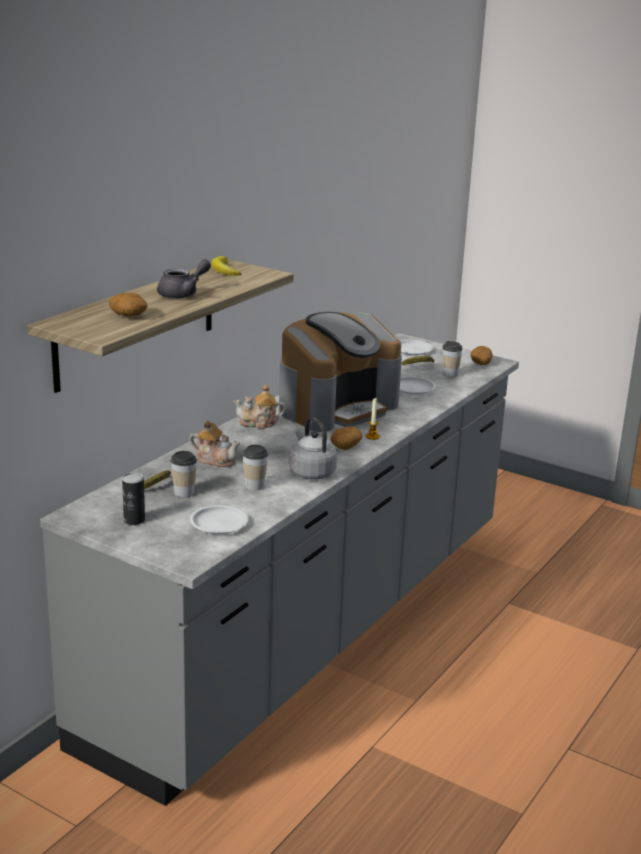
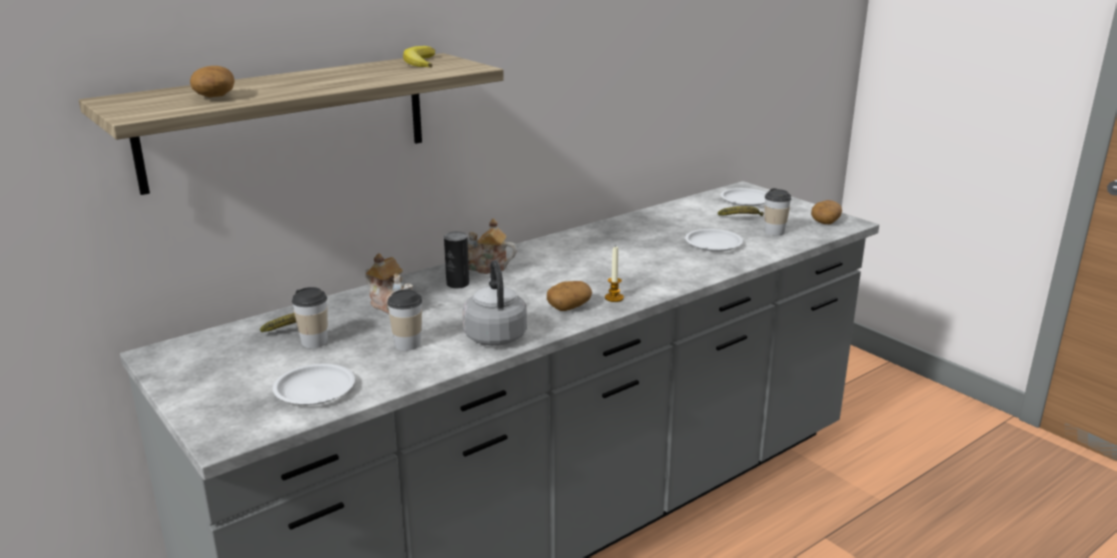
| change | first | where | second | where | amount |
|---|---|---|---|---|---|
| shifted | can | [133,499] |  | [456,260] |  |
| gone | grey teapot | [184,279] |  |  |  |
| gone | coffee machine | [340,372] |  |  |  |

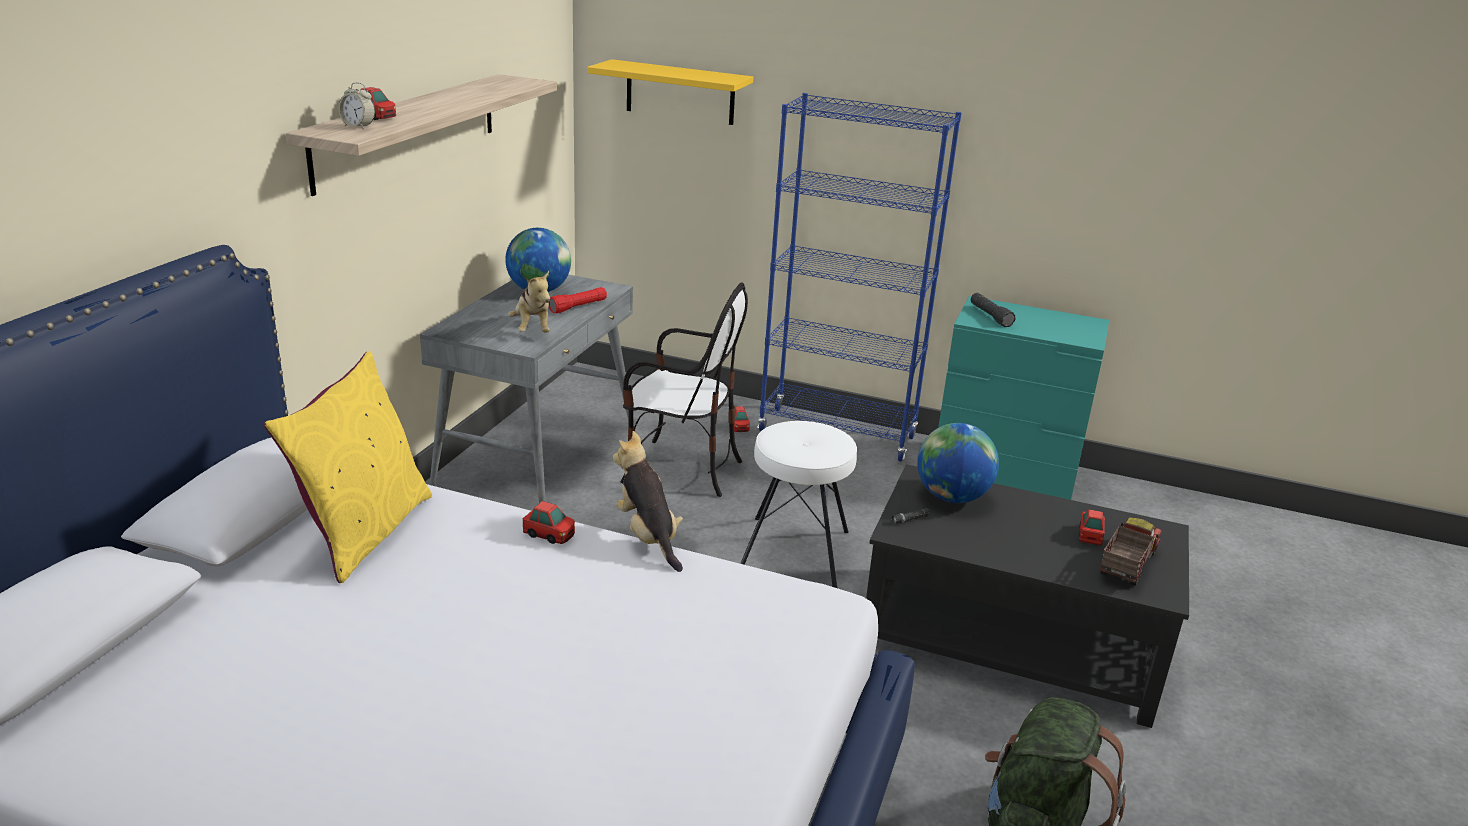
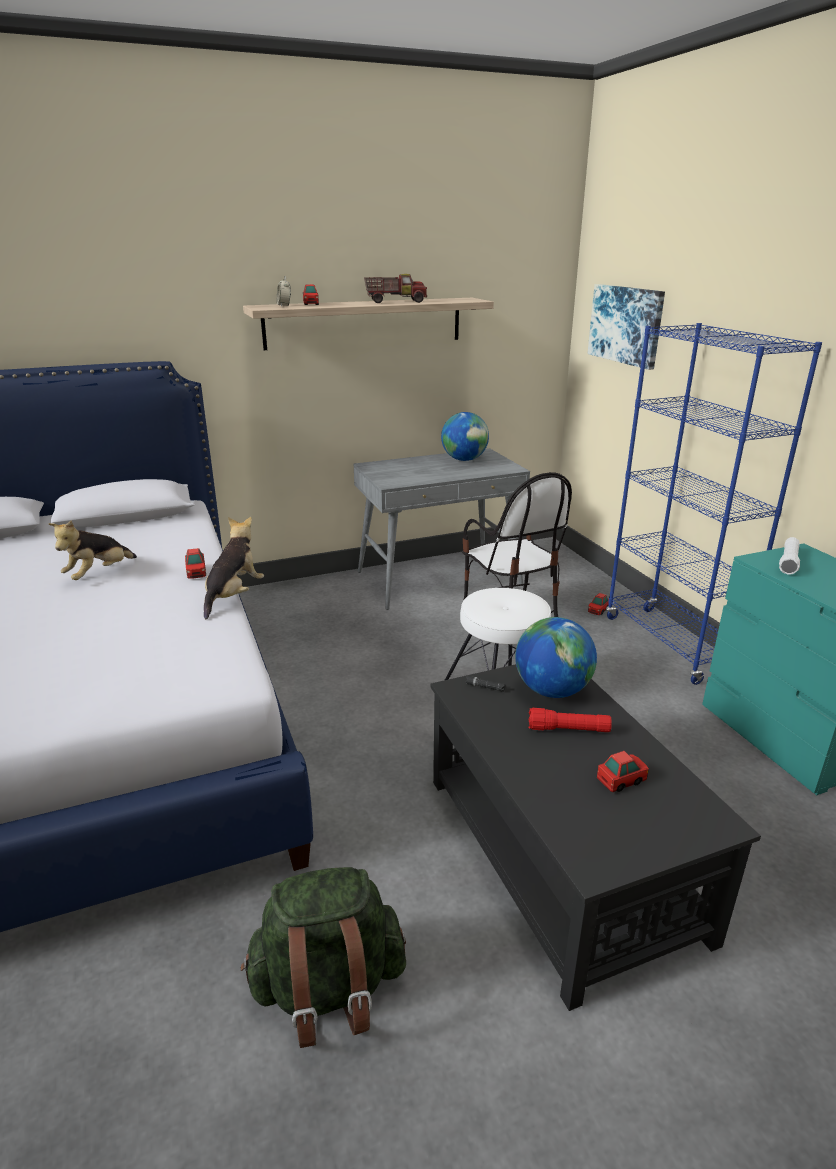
| change | first | where | second | where | amount |
|---|---|---|---|---|---|
| gone | yellow pillow | [348,467] |  |  |  |
| shifted | plush toy | [529,301] |  | [92,550] |  |
| shifted | red flashlight | [578,300] |  | [570,720] |  |
| swapped | yellow shelf | [670,92] | picture | [626,327] |  |
| repainted | black flashlight | [993,310] | white flashlight | [789,556] |  |
| shifted | toy truck | [1130,552] |  | [395,288] |  |

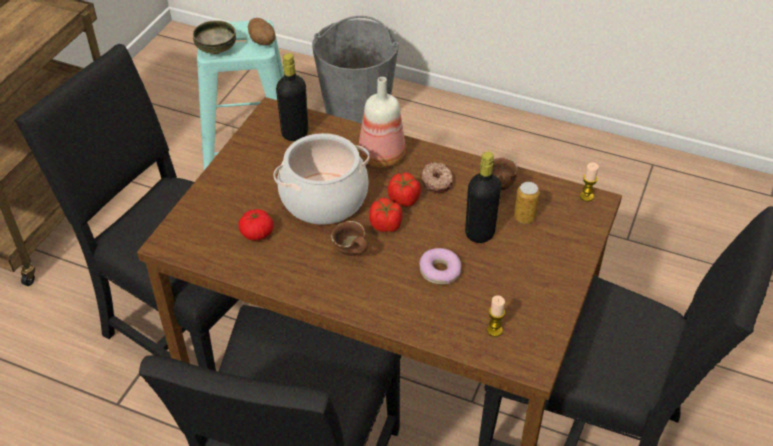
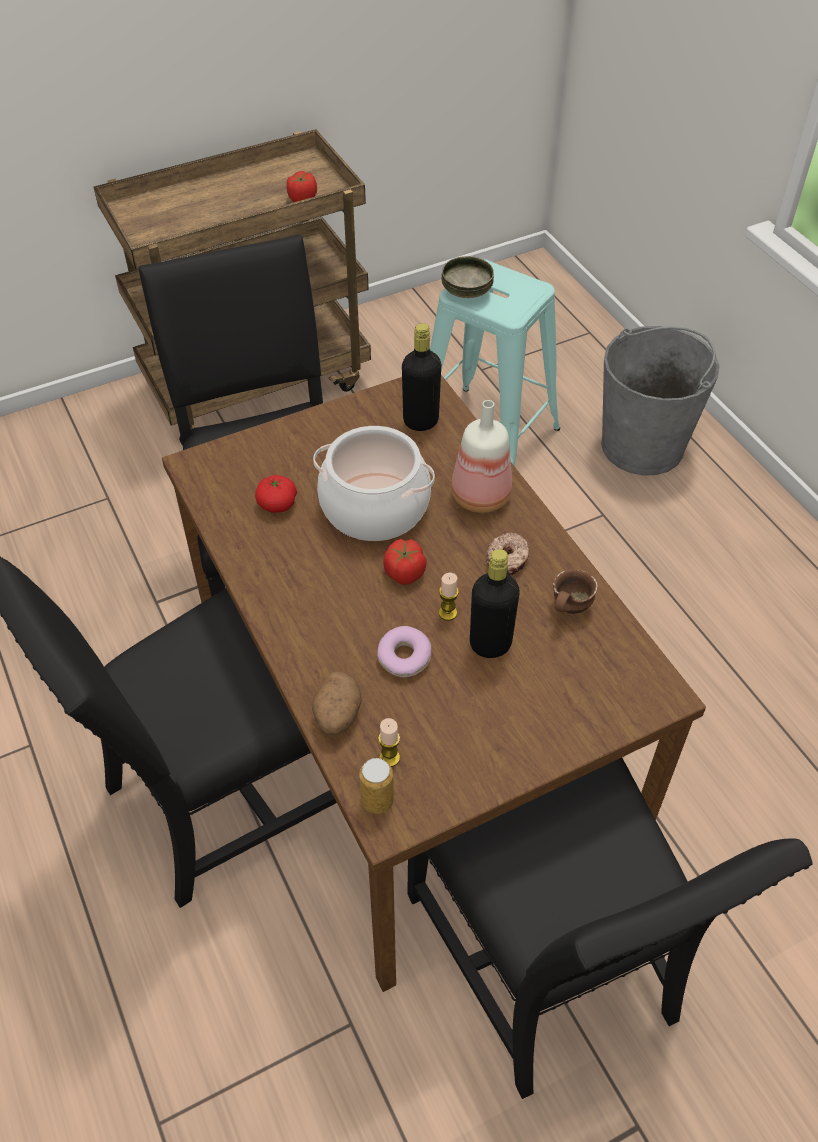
| change | first | where | second | where | amount |
|---|---|---|---|---|---|
| shifted | potato | [261,32] |  | [337,703] |  |
| gone | brown mug | [349,238] |  |  |  |
| shifted | tomato | [404,189] |  | [302,186] |  |
| shifted | can | [527,203] |  | [376,786] |  |
| shifted | candle | [589,181] |  | [448,597] |  |

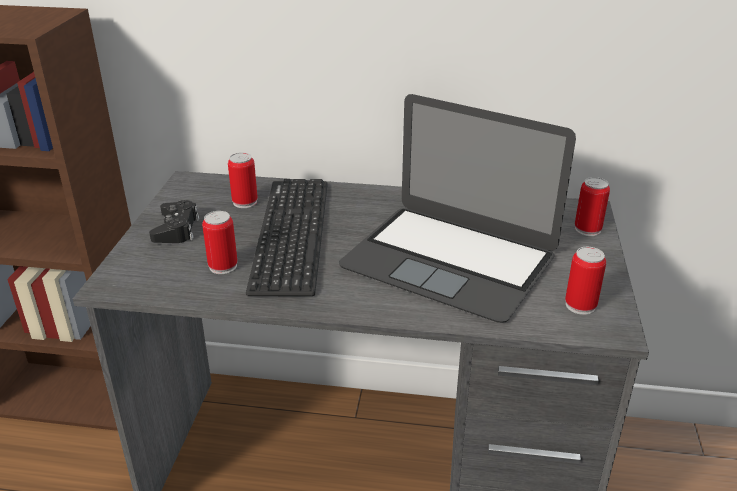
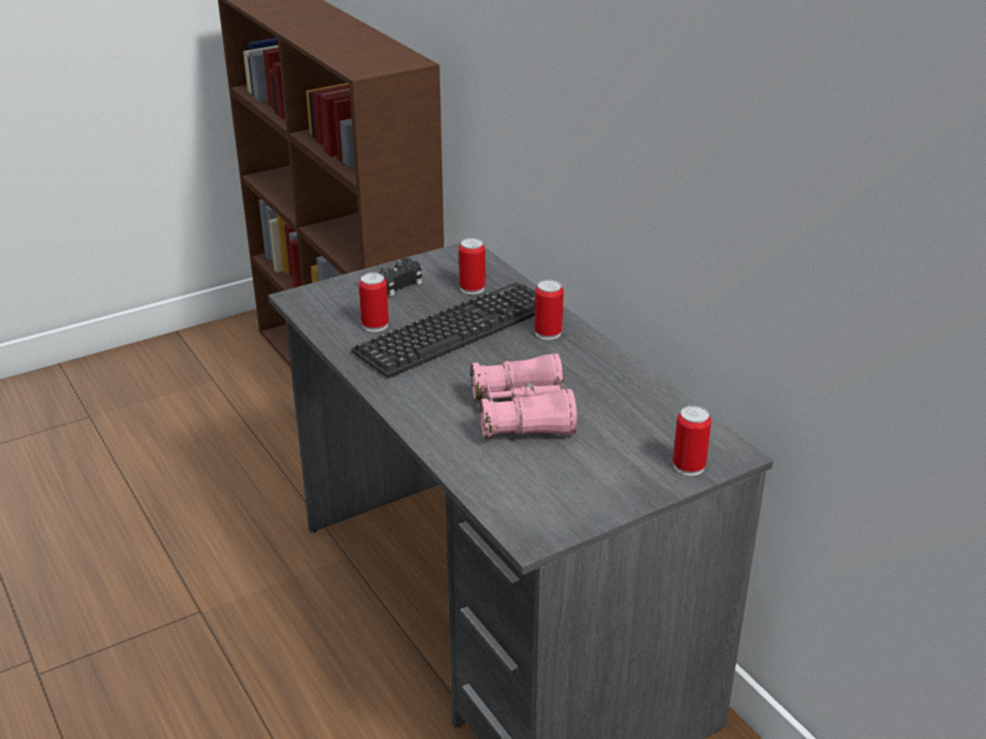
| change | first | where | second | where | amount |
|---|---|---|---|---|---|
| swapped | laptop | [457,208] | pink binoculars | [524,396] |  |
| shifted | can | [585,281] |  | [549,310] |  |

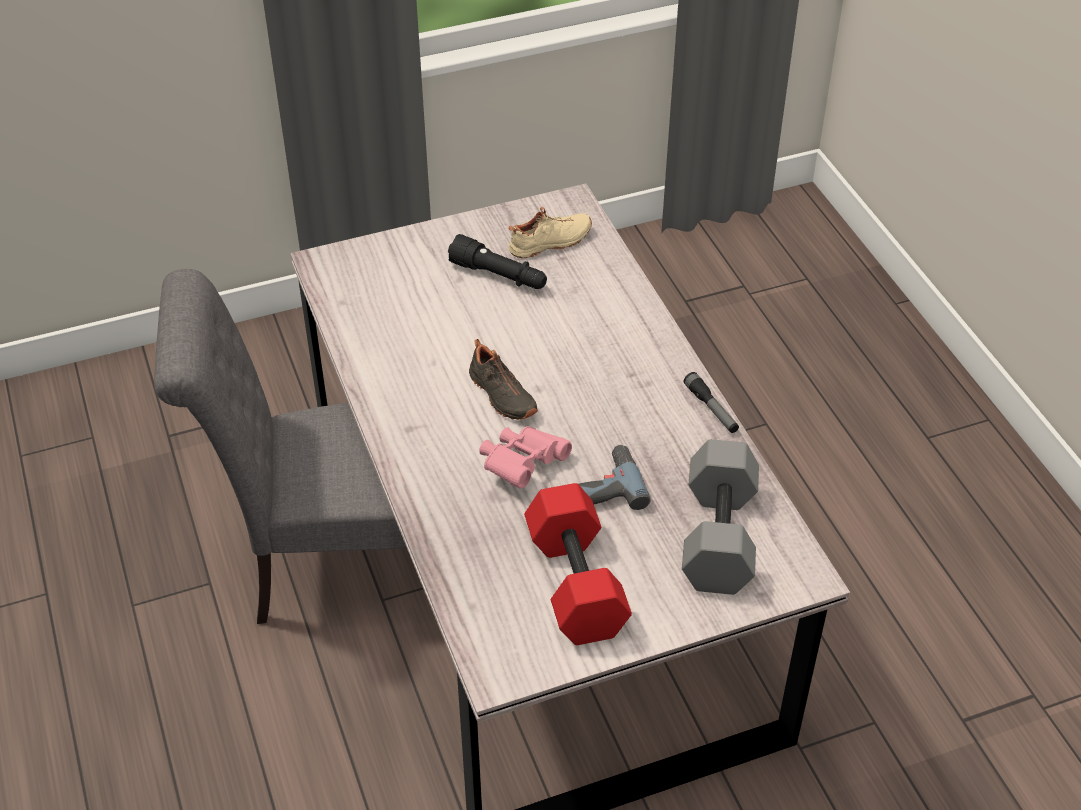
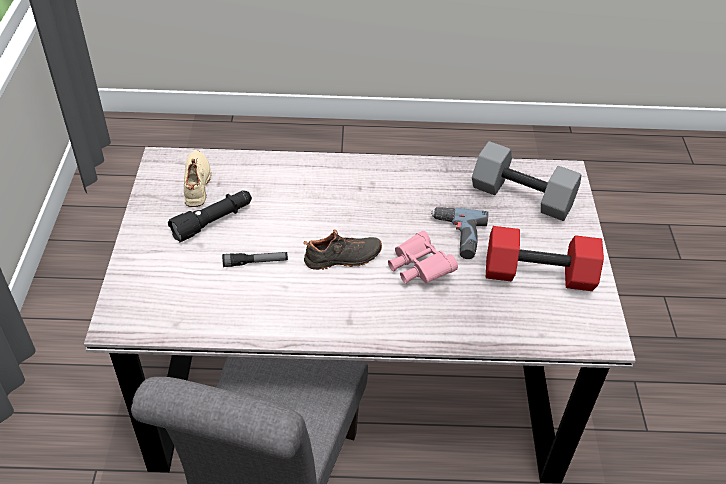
| change | first | where | second | where | amount |
|---|---|---|---|---|---|
| shifted | flashlight | [711,402] |  | [255,259] |  |

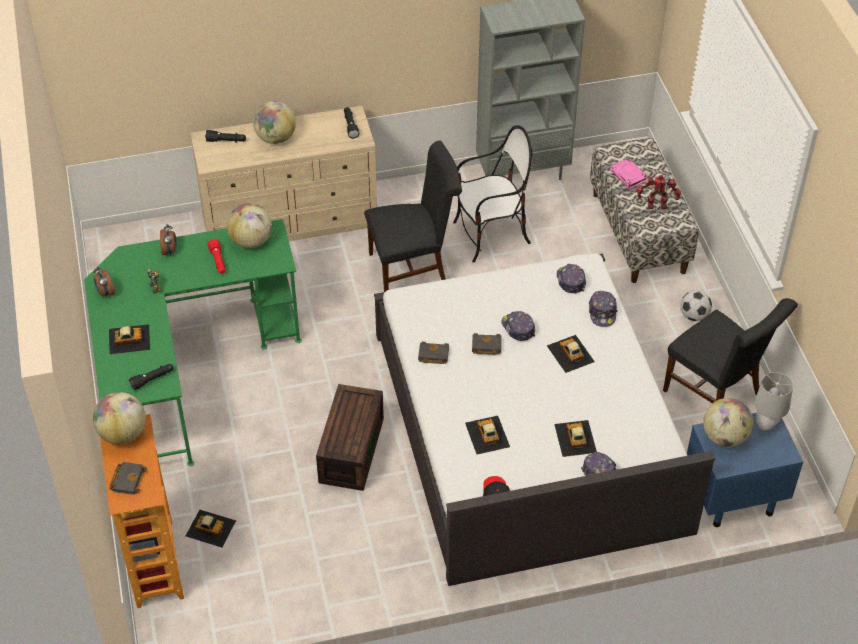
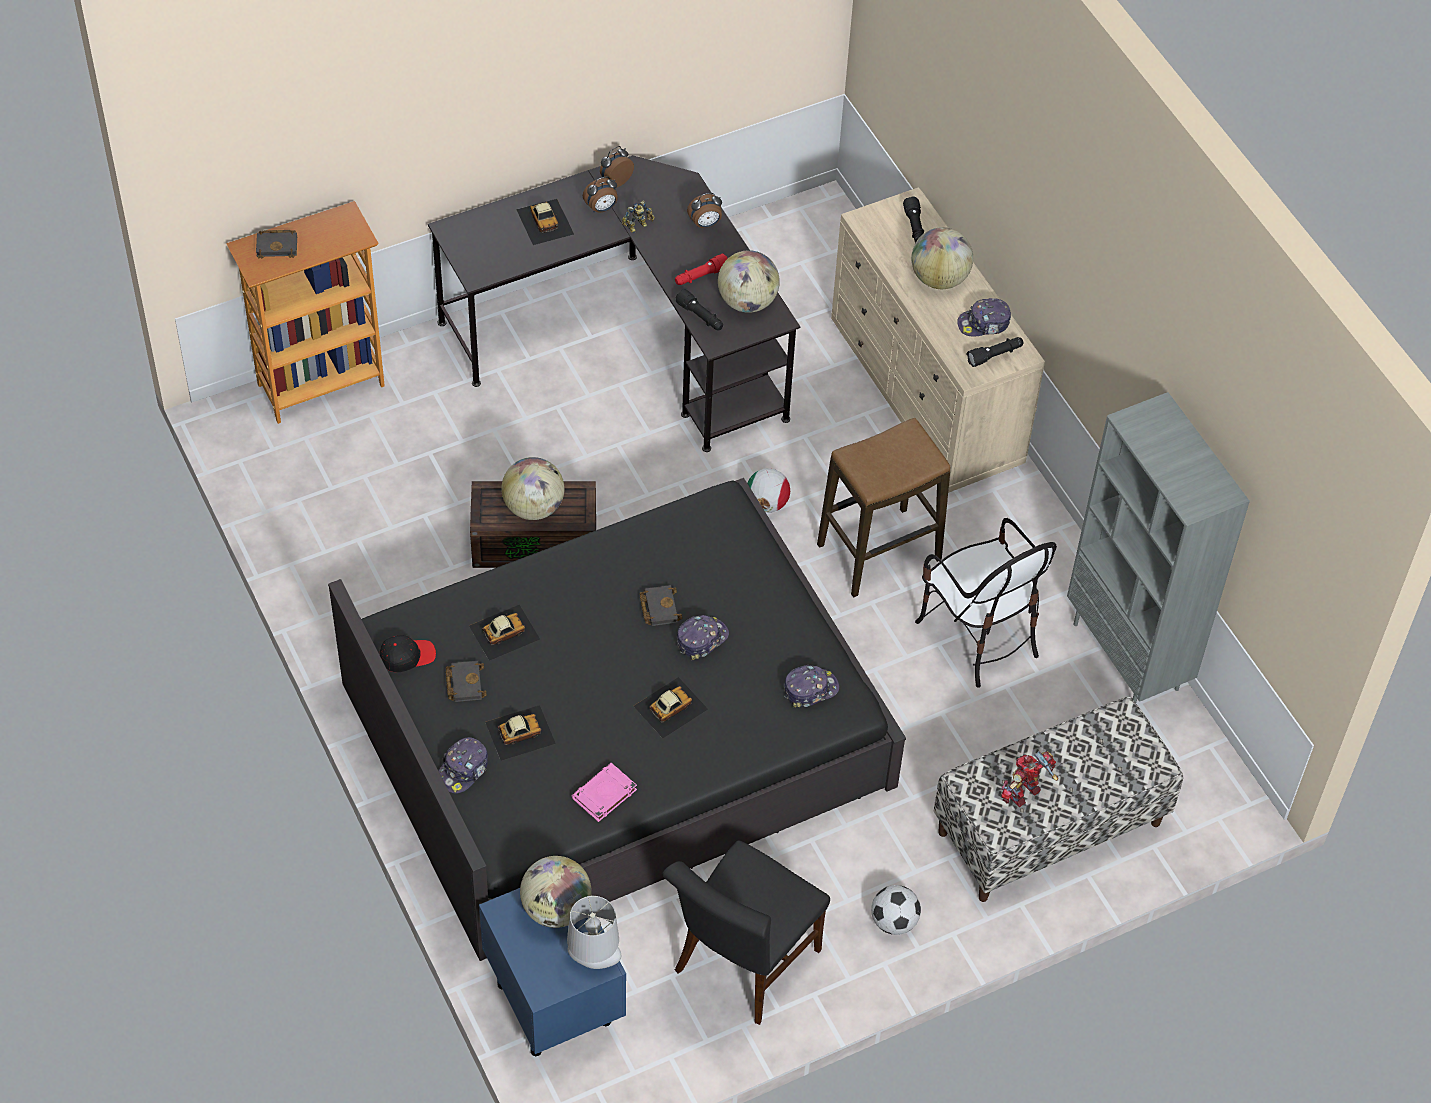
| change | first | where | second | where | amount |
|---|---|---|---|---|---|
| repainted | green desk | [193,342] | black desk | [614,303] |  |
| shifted | globe | [119,418] |  | [532,488] |  |
| shifted | black flashlight | [151,377] |  | [699,309] |  |
| gone | toy car | [211,528] |  |  |  |
| swapped | black chair | [413,216] | stool | [883,508] |  |
| repainted | white bed | [544,420] | black bed | [617,719] |  |
| shifted | black book | [433,352] |  | [466,681] |  |
| shifted | cap | [603,309] |  | [984,317] |  |
| shifted | pink book | [629,173] |  | [604,792] |  |
| rotated | toy robot | [658,191] |  | [1029,779] | 120 degrees counterclockwise |
| new |  |  | alarm clock | [600,194] |  |
| new |  |  | football | [768,490] |  |

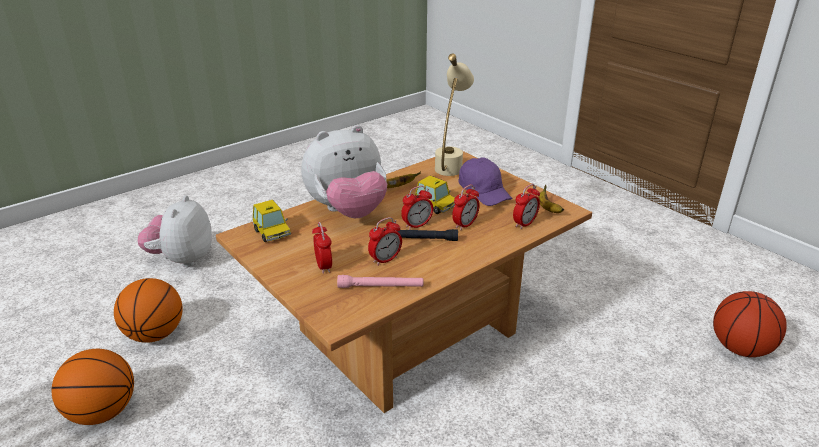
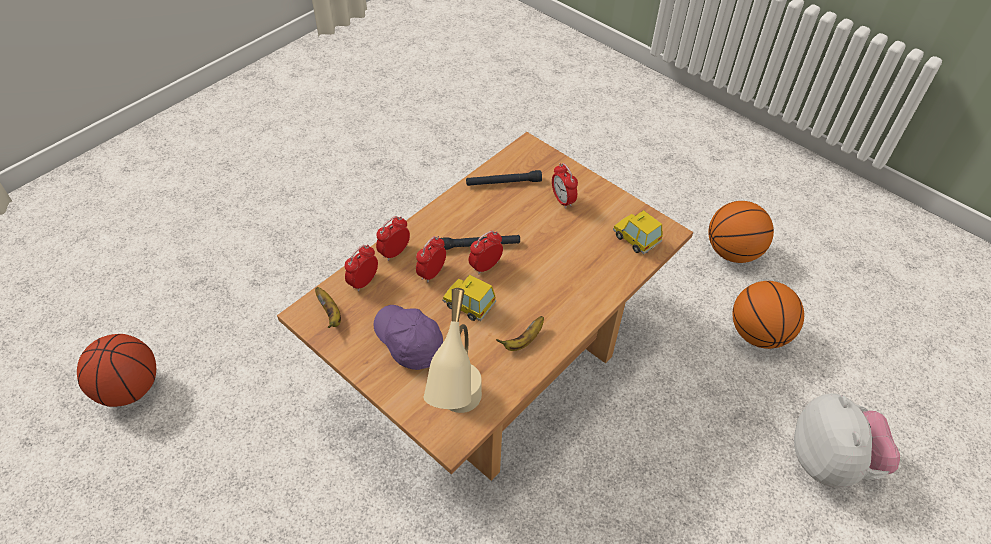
| change | first | where | second | where | amount |
|---|---|---|---|---|---|
| gone | plush toy | [344,171] |  |  |  |
| repainted | pink flashlight | [380,281] | black flashlight | [504,178] |  |
| shifted | alarm clock | [385,241] |  | [393,238] |  |

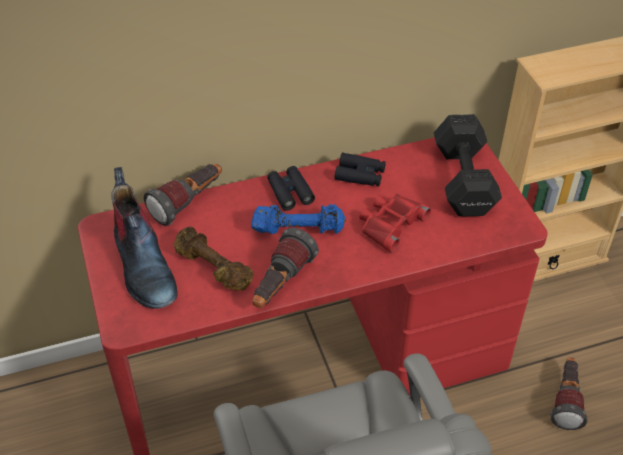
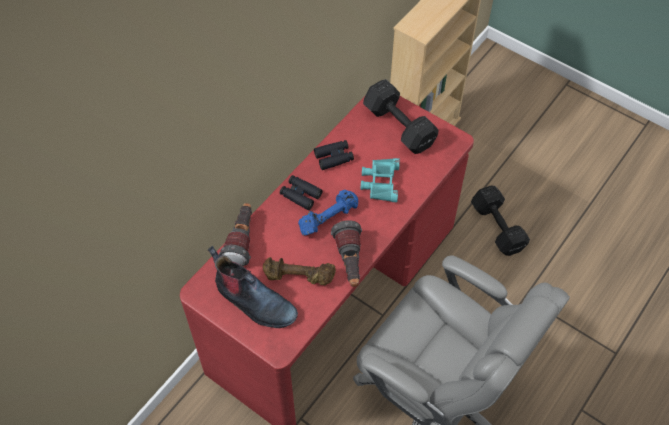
| change | first | where | second | where | amount |
|---|---|---|---|---|---|
| repainted | red binoculars | [395,222] | turquoise binoculars | [380,180] |  |
| swapped | flashlight | [569,393] | black dumbbell | [500,220] |  |

